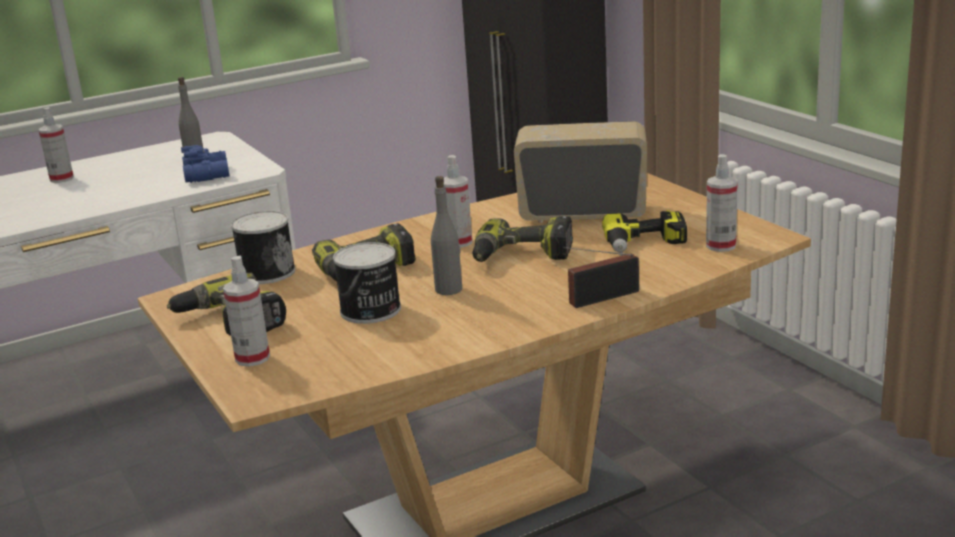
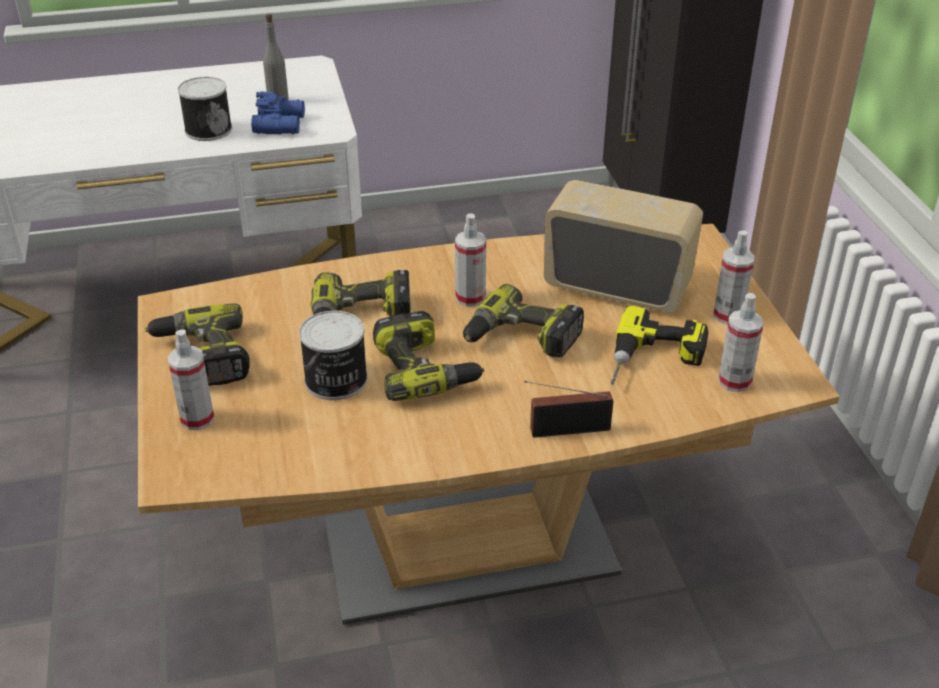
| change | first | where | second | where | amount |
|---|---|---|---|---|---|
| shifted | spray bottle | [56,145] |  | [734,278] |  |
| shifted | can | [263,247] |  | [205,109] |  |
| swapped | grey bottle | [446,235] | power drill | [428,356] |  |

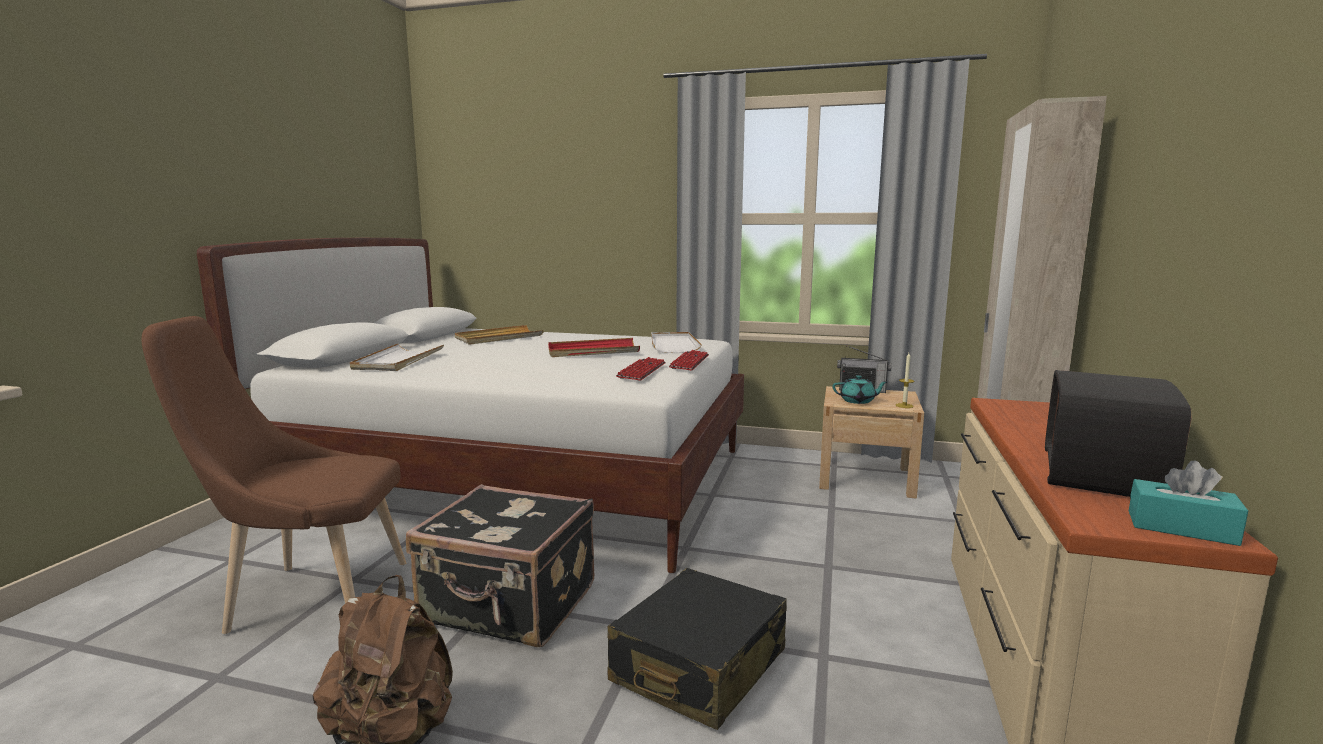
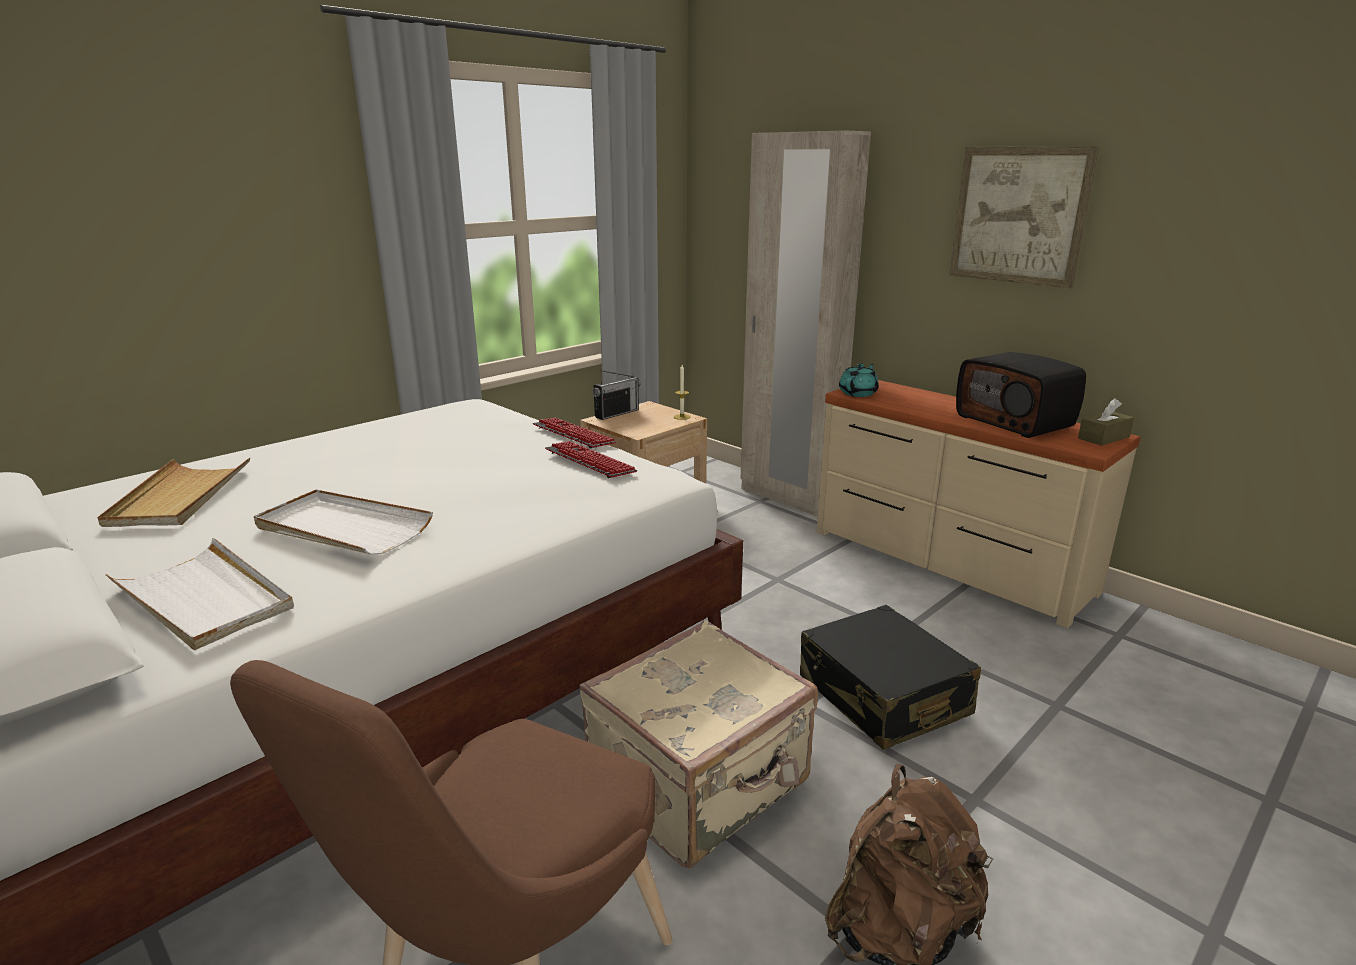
| change | first | where | second | where | amount |
|---|---|---|---|---|---|
| repainted | black suitcase | [500,565] | beige suitcase | [698,744] |  |
| gone | red tray | [594,347] |  |  |  |
| shifted | white tray | [676,342] |  | [343,522] |  |
| shifted | turquoise teapot | [859,389] |  | [859,380] |  |
| repainted | turquoise tissue box | [1188,503] | brown tissue box | [1106,422] |  |
| new |  |  | picture | [1024,217] |  |

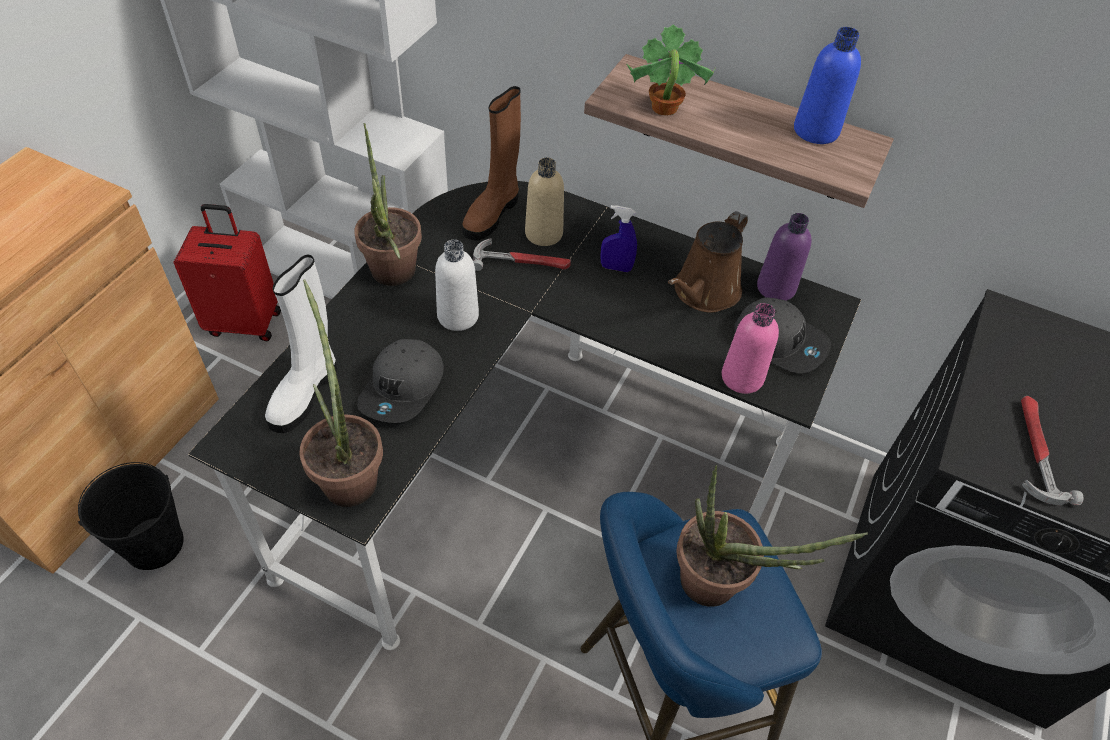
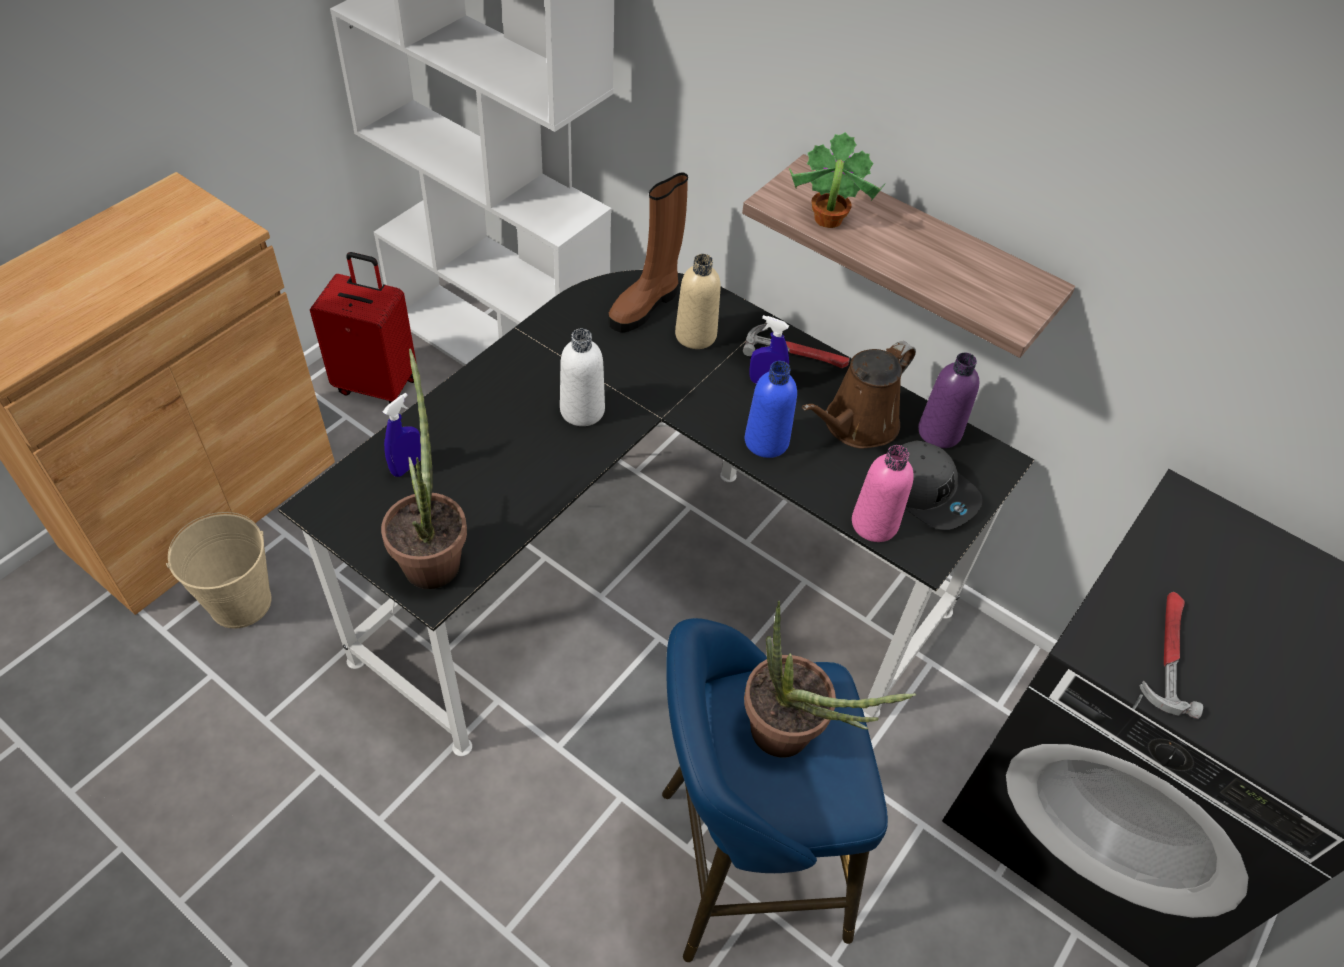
| change | first | where | second | where | amount |
|---|---|---|---|---|---|
| repainted | black bucket | [131,516] | beige bucket | [218,570] |  |
| swapped | white boot | [301,344] | blue spray bottle | [402,435] |  |
| gone | potted plant | [388,204] |  |  |  |
| gone | grey cap | [400,381] |  |  |  |
| shifted | hammer | [522,254] |  | [796,346] |  |
| shifted | blue bottle | [827,85] |  | [771,409] |  |

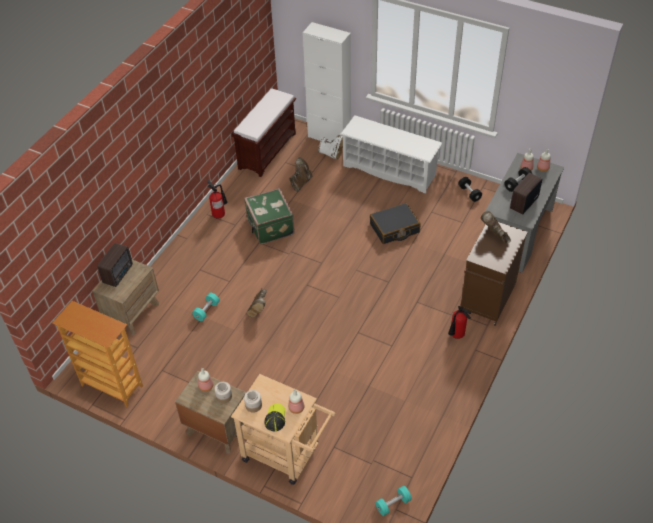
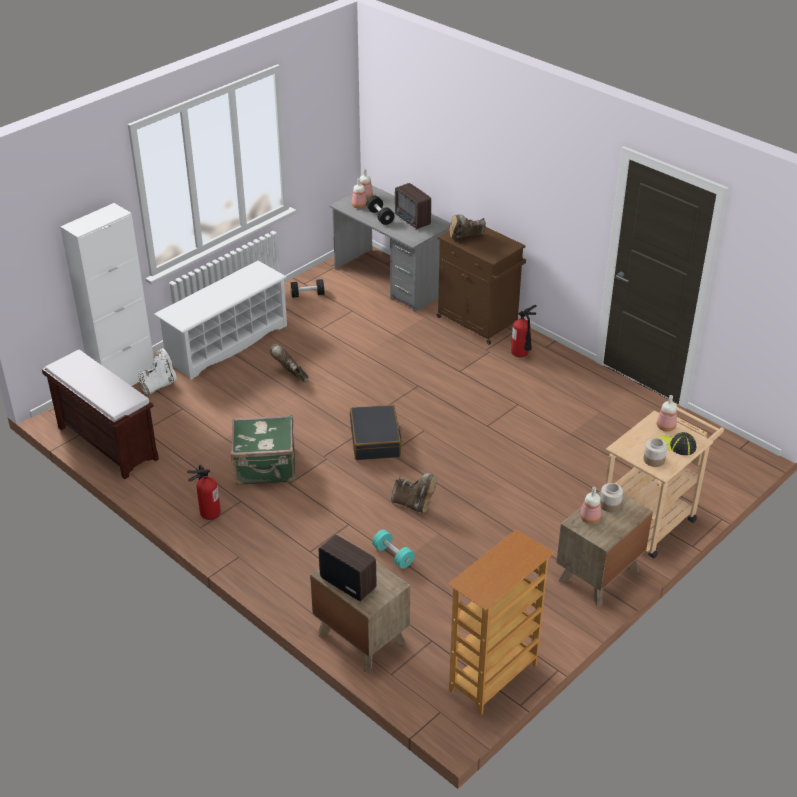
| change | first | where | second | where | amount |
|---|---|---|---|---|---|
| shifted | brown boot | [300,174] |  | [289,363] |  |
| shifted | black suitcase | [395,223] |  | [376,432] |  |
| gone | turquoise dumbbell | [393,501] |  |  |  |

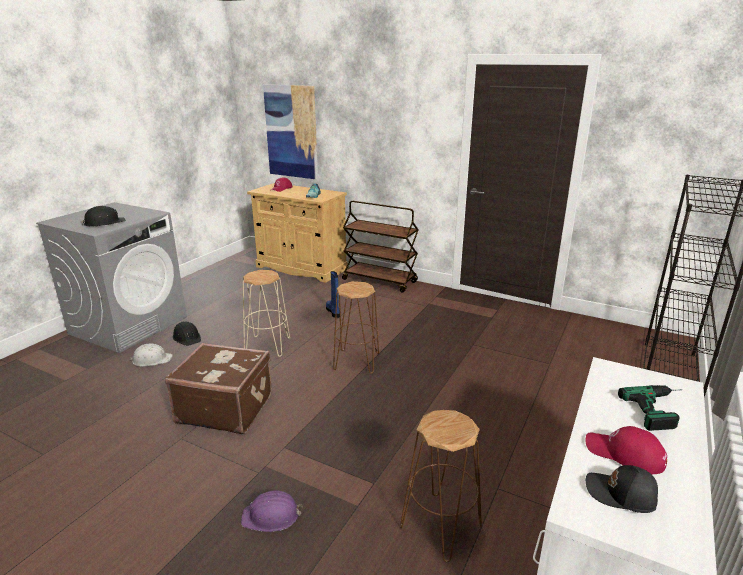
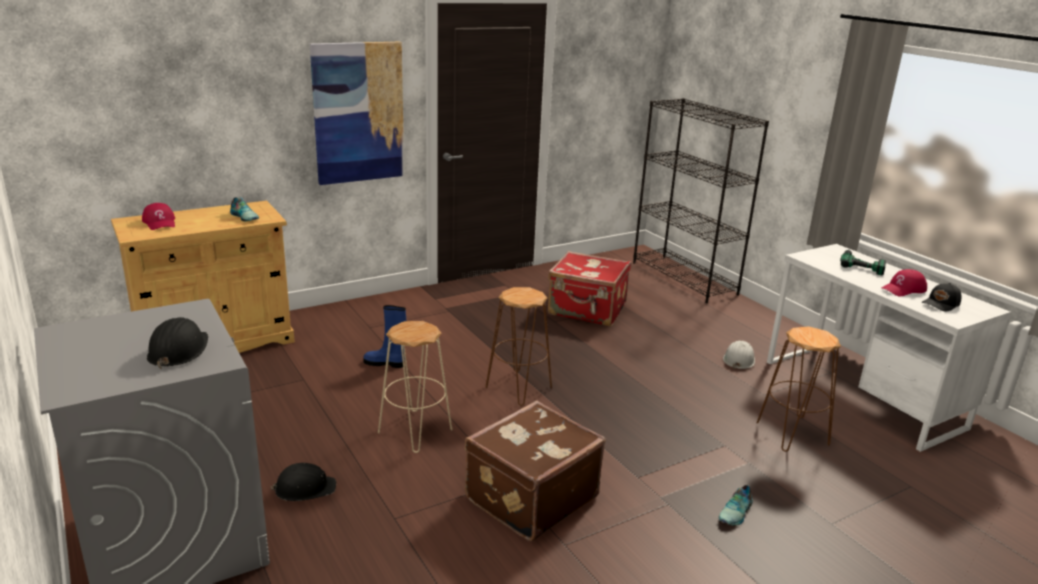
| change | first | where | second | where | amount |
|---|---|---|---|---|---|
| shifted | white hard hat | [151,354] |  | [739,355] |  |
| swapped | purple hard hat | [271,511] | shoe | [736,505] |  |
| shifted | picture | [290,131] |  | [357,113] |  |
| gone | brown cart | [380,247] |  |  |  |
| new |  |  | red suitcase | [589,289] |  |

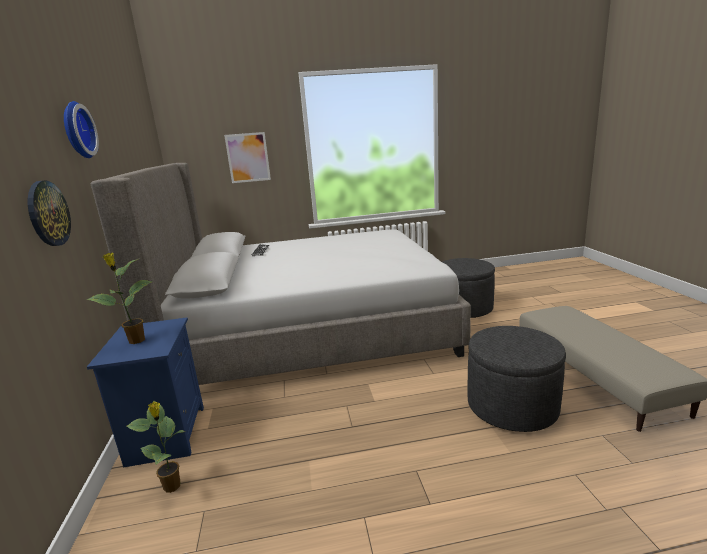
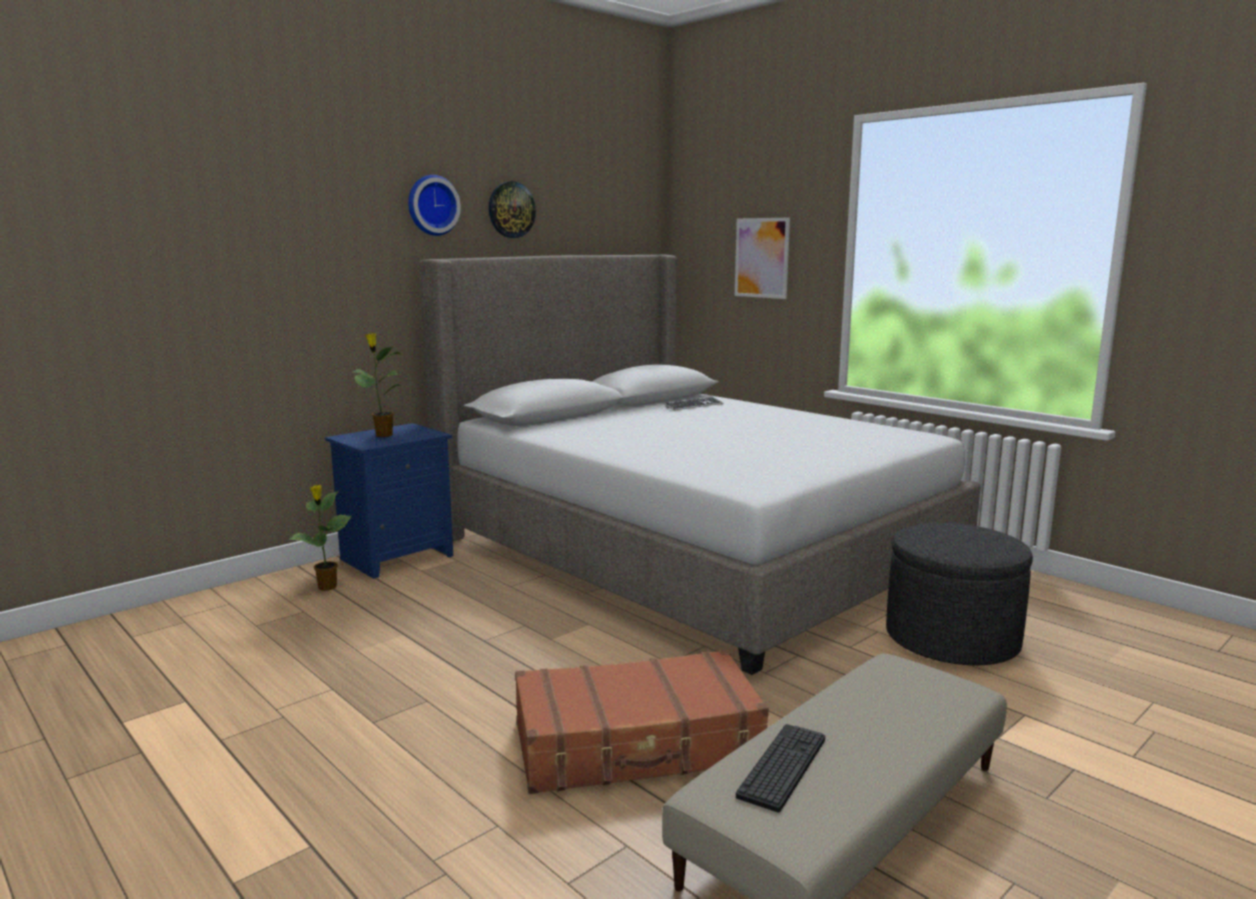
| change | first | where | second | where | amount |
|---|---|---|---|---|---|
| shifted | wall clock | [49,213] |  | [512,209] |  |
| swapped | grey ottoman | [517,379] | brown suitcase | [642,722] |  |
| new |  |  | keyboard | [780,768] |  |

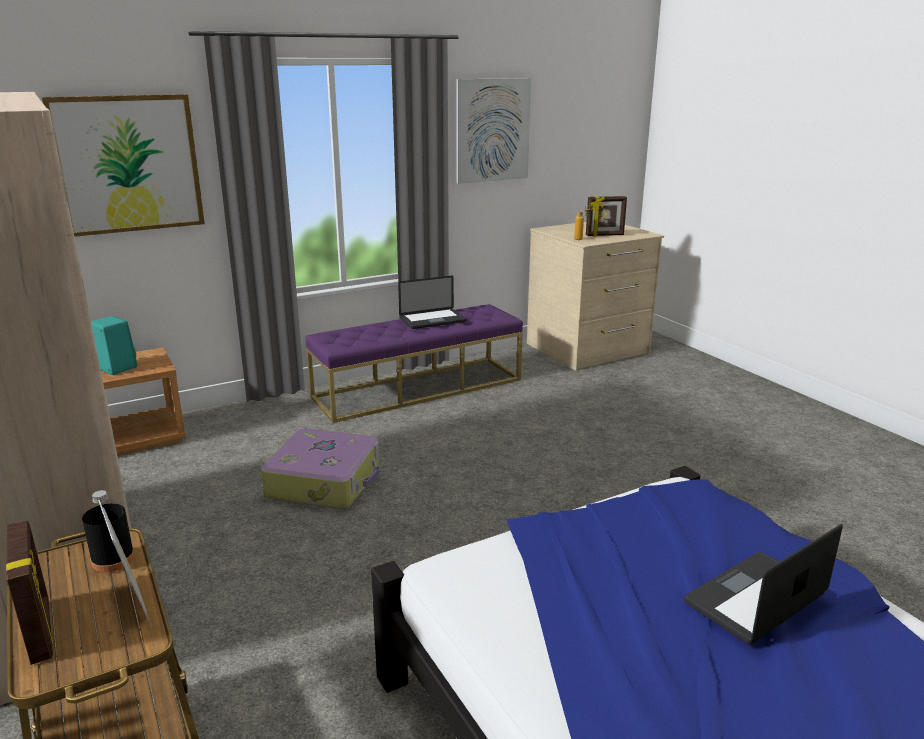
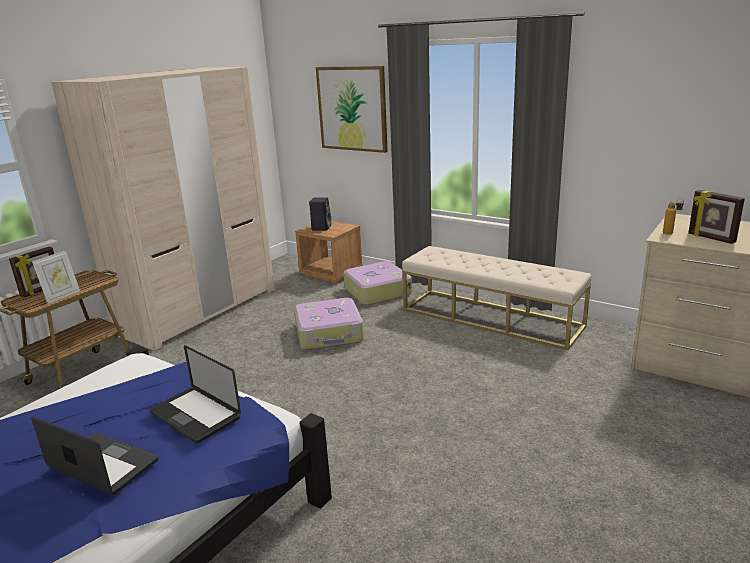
| change | first | where | second | where | amount |
|---|---|---|---|---|---|
| gone | black bottle | [108,531] |  |  |  |
| repainted | turquoise speaker | [114,345] | black speaker | [320,214] |  |
| repainted | purple bench | [414,363] | beige bench | [496,298] |  |
| shifted | laptop | [432,302] |  | [195,394] |  |
| gone | picture | [493,131] |  |  |  |
| new |  |  | suitcase | [377,283] |  |

